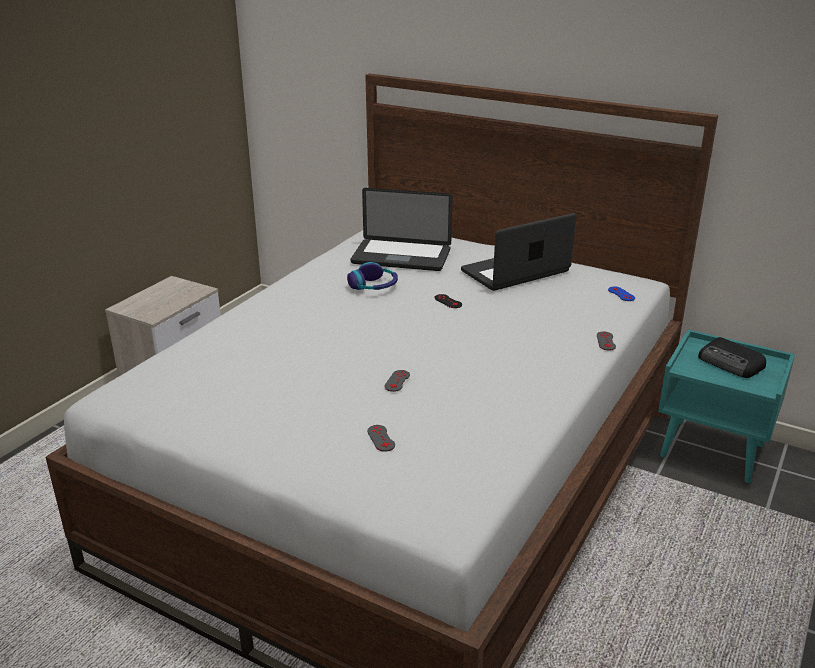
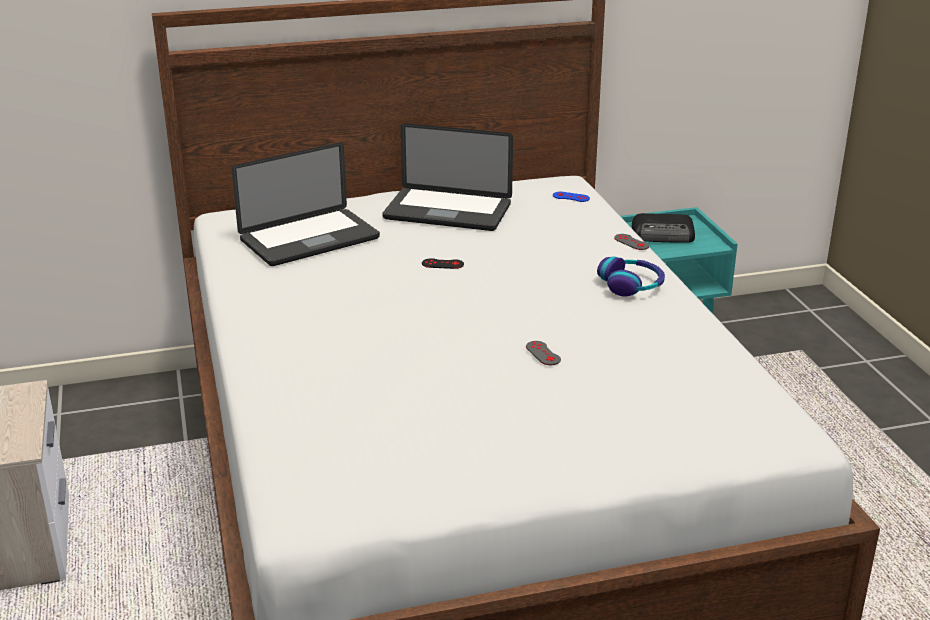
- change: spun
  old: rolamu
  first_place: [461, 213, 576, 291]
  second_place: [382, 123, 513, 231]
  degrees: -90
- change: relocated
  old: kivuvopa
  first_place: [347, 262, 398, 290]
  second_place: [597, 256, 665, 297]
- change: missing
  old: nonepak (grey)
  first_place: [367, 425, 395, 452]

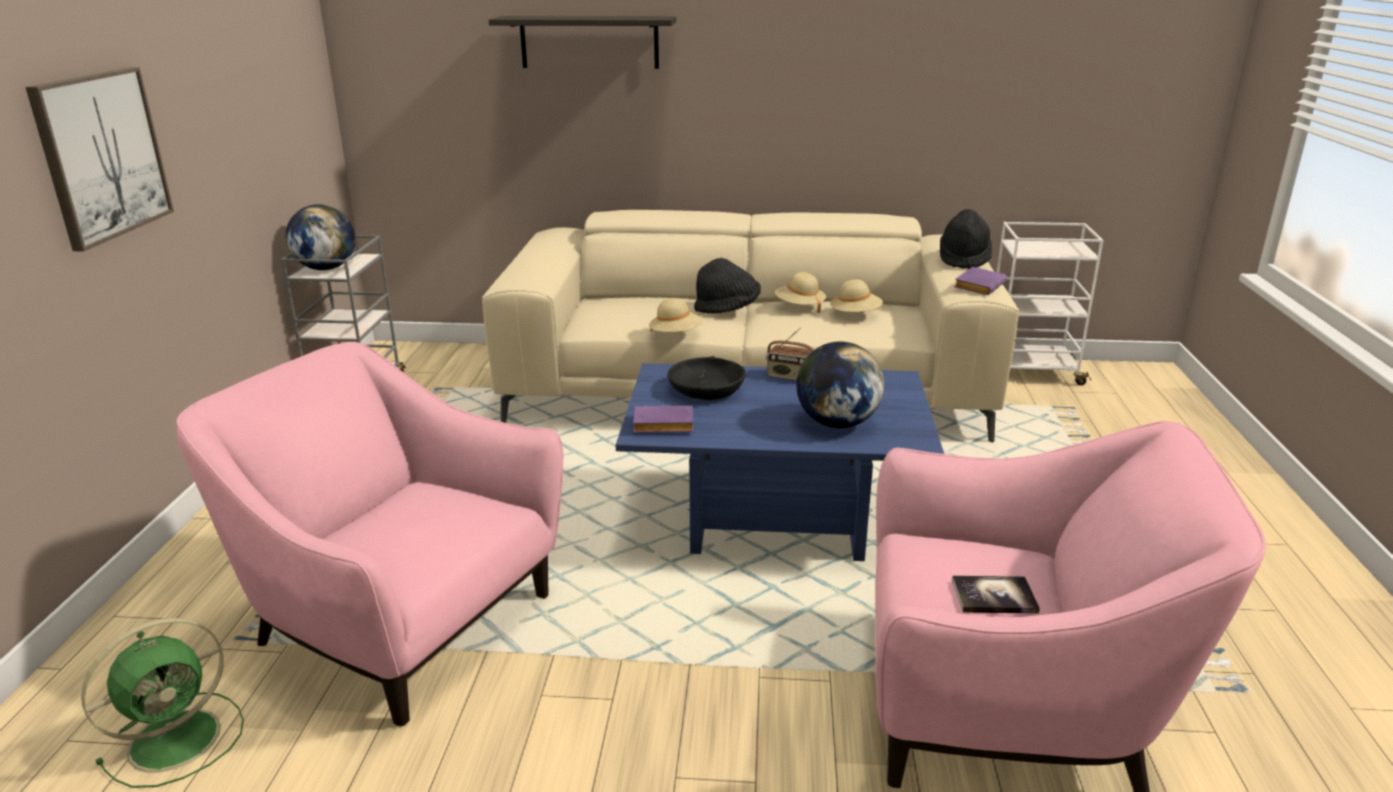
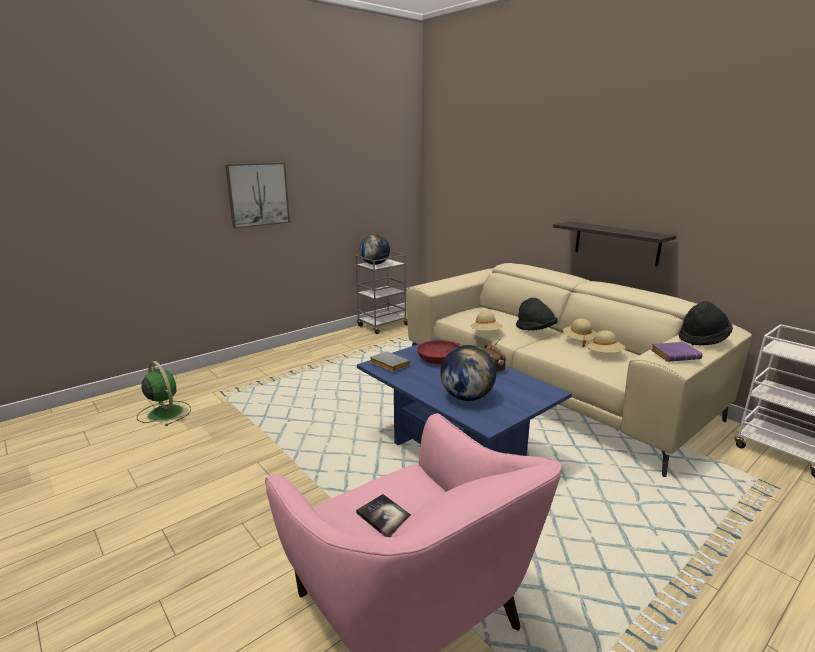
- change: relocated
  old: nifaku
  first_place: [489, 16, 677, 69]
  second_place: [553, 221, 677, 267]
- change: missing
  old: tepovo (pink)
  first_place: [176, 342, 563, 726]
- change: colour
  old: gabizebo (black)
  new: gabizebo (red)
  first_place: [668, 356, 746, 400]
  second_place: [417, 340, 460, 364]
- change: colour
  old: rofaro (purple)
  new: rofaro (grey)
  first_place: [633, 405, 693, 433]
  second_place: [370, 351, 410, 372]
- change: spun
  old: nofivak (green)
  first_place: [81, 618, 244, 788]
  second_place: [137, 361, 191, 426]
  degrees: -135

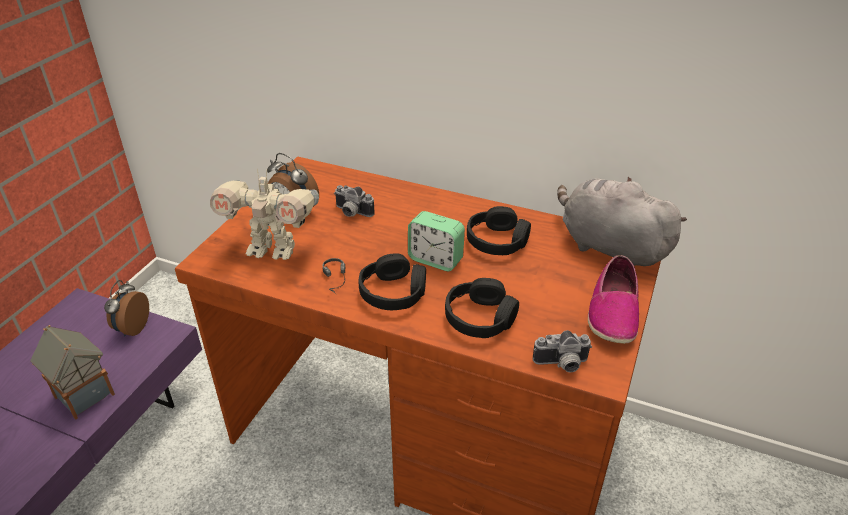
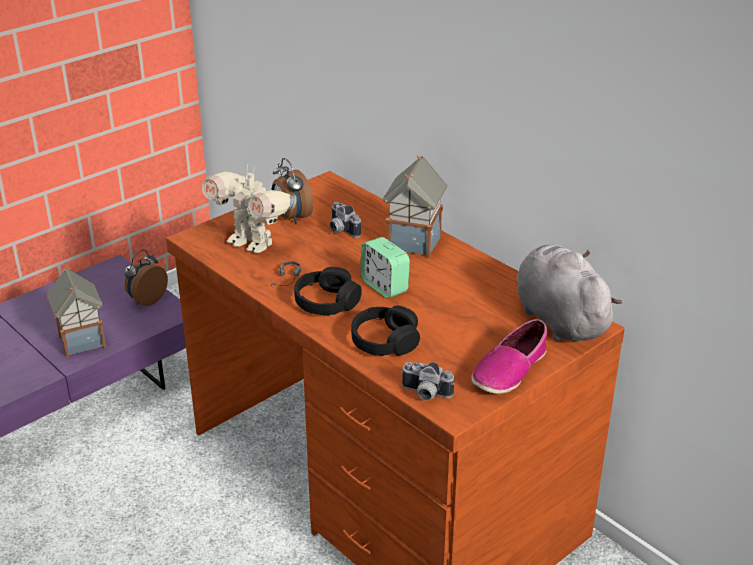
- change: missing
  old: kivuvopa (black)
  first_place: [467, 206, 531, 255]
- change: appeared
  new: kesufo
  second_place: [383, 155, 447, 258]

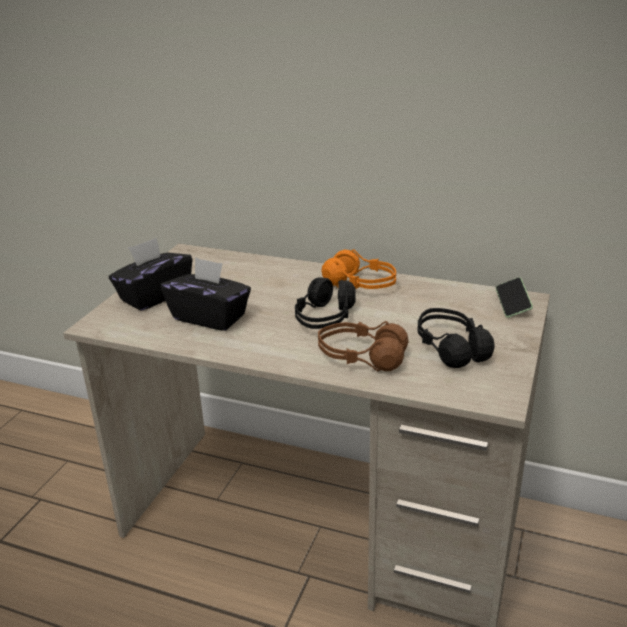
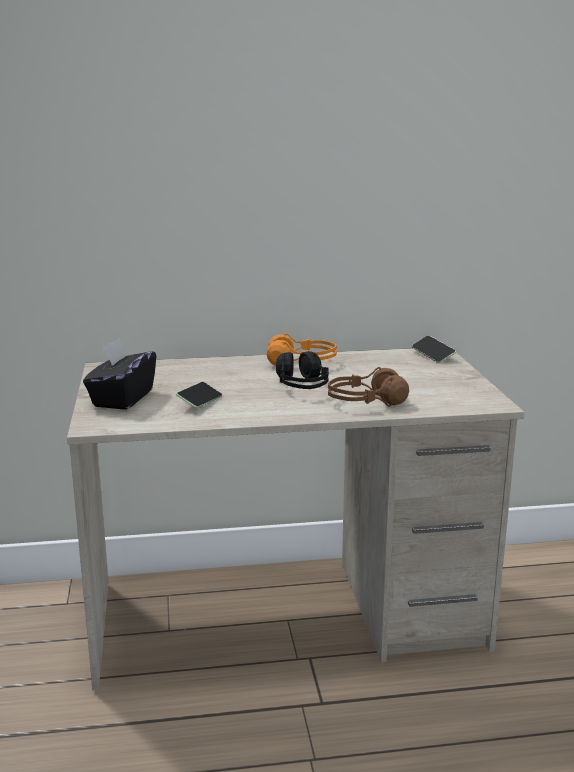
- change: exchanged
  old: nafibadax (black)
  new: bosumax
  first_place: [161, 257, 251, 331]
  second_place: [176, 382, 223, 408]
- change: missing
  old: kivuvopa (black)
  first_place: [417, 308, 494, 368]

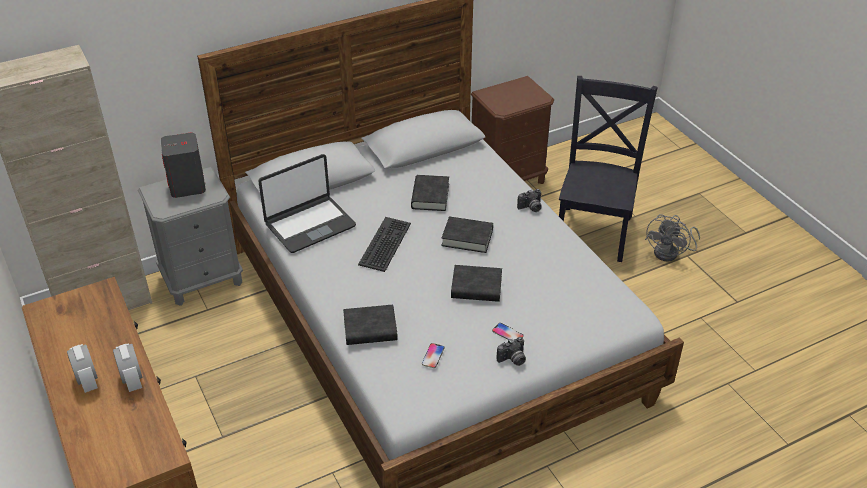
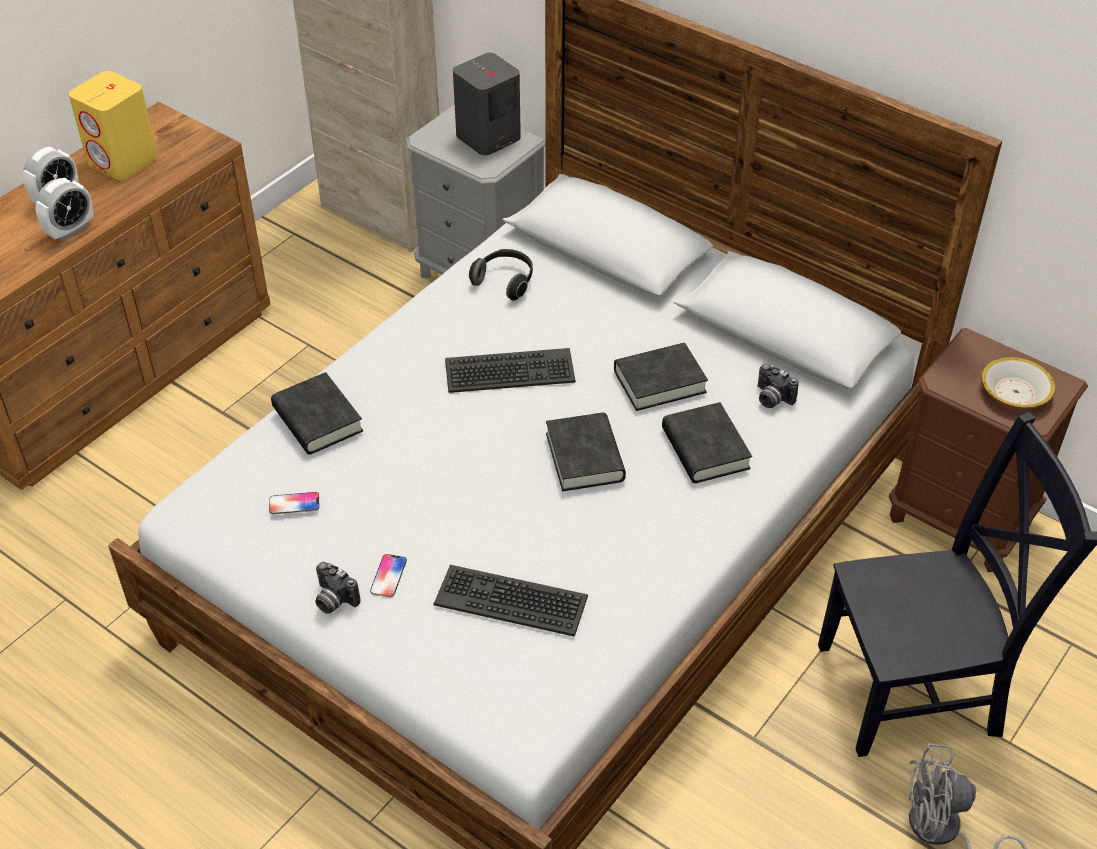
- change: exchanged
  old: rolamu
  new: kivuvopa
  first_place: [258, 154, 356, 253]
  second_place: [469, 249, 533, 301]
- change: relocated
  old: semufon
  first_place: [517, 189, 542, 212]
  second_place: [757, 364, 799, 408]
- change: relocated
  old: rofaro (black)
  first_place: [451, 265, 502, 302]
  second_place: [662, 402, 752, 483]
- change: appeared
  new: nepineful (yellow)
  second_place: [69, 71, 157, 180]
- change: appeared
  new: gabizebo
  second_place: [981, 357, 1055, 409]
- change: appeared
  new: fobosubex
  second_place: [433, 565, 588, 637]

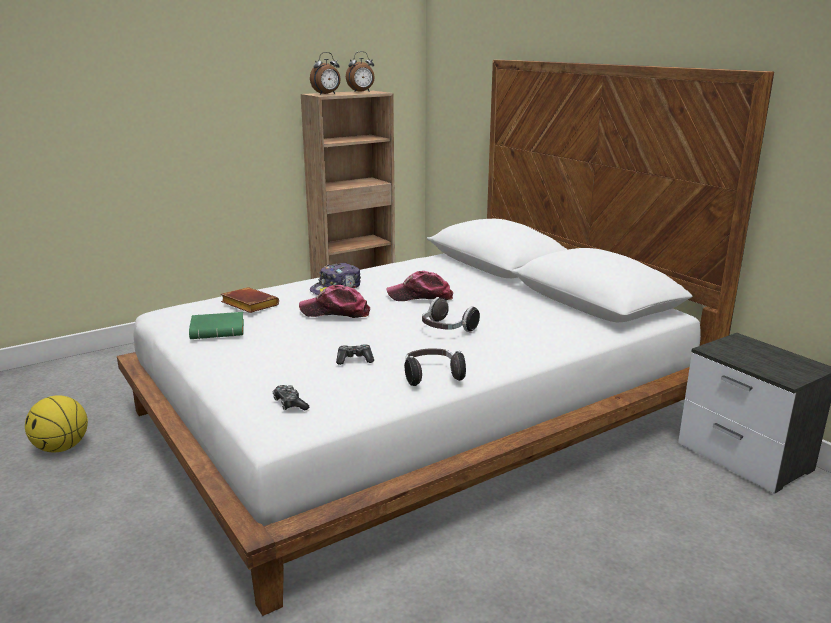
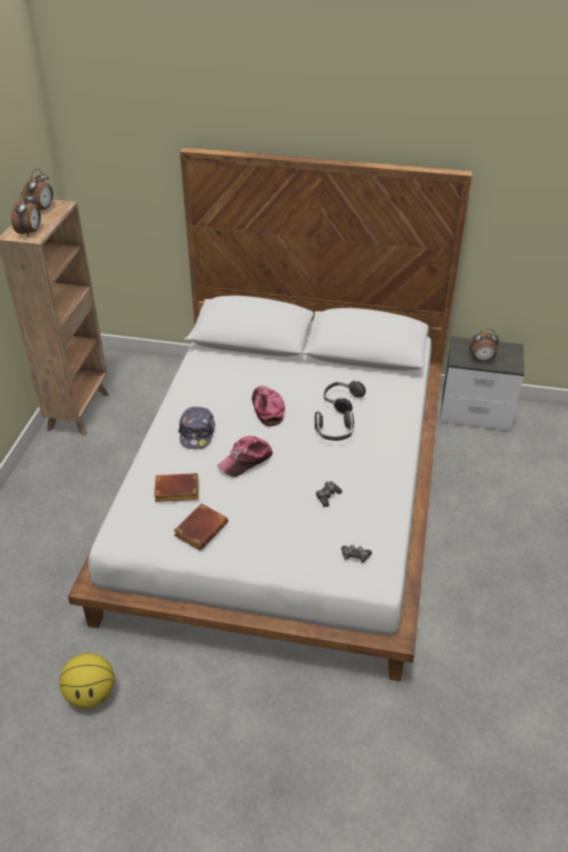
- change: spun
  old: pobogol
  first_place: [387, 271, 453, 301]
  second_place: [252, 386, 285, 427]
  degrees: 120
- change: colour
  old: rofaro (green)
  new: rofaro (brown)
  first_place: [189, 312, 244, 339]
  second_place: [174, 503, 228, 551]
- change: relocated
  old: kivuvopa
  first_place: [404, 349, 466, 386]
  second_place: [324, 380, 366, 414]
- change: appeared
  new: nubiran
  second_place: [469, 329, 499, 362]

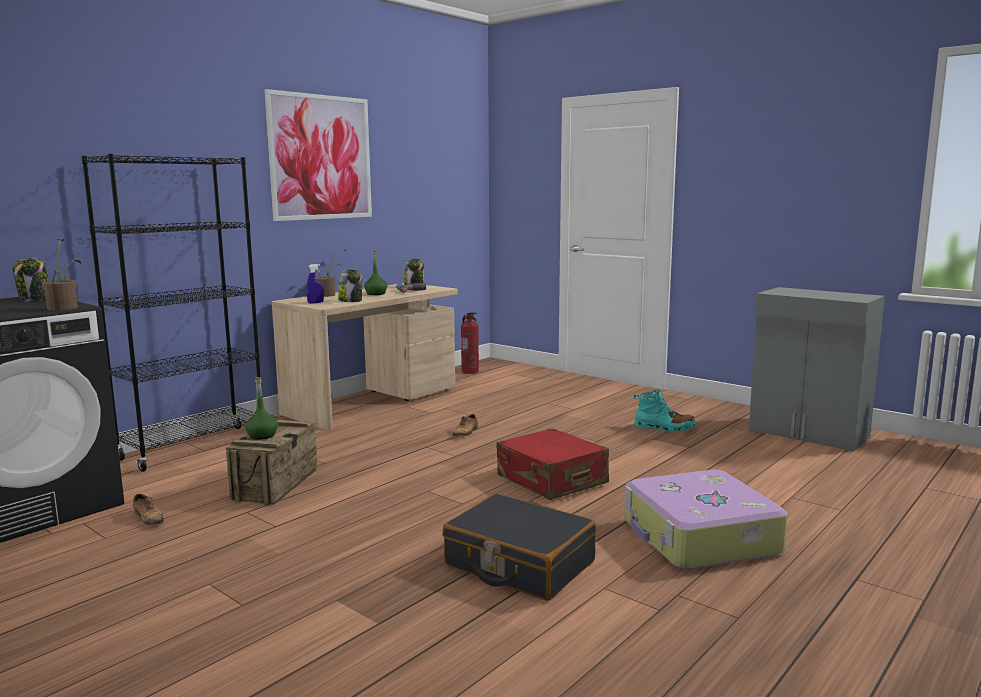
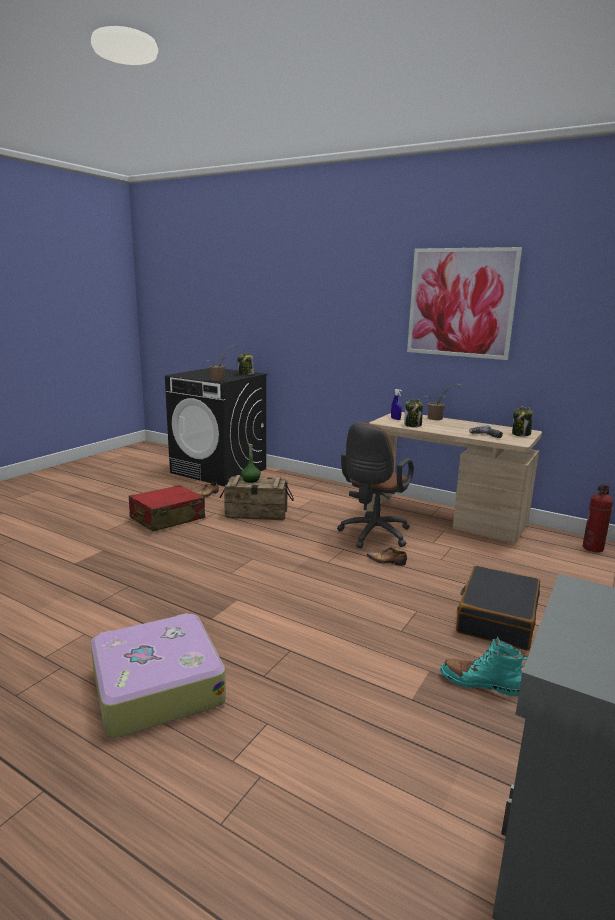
- change: missing
  old: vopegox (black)
  first_place: [81, 154, 262, 472]
- change: missing
  old: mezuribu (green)
  first_place: [364, 250, 387, 295]
- change: spun
  old: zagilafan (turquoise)
  first_place: [634, 388, 697, 432]
  second_place: [440, 636, 529, 696]
  degrees: 105
- change: relocated
  old: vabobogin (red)
  first_place: [497, 428, 609, 500]
  second_place: [129, 485, 205, 532]
- change: relocated
  old: vabobogin (black)
  first_place: [442, 493, 596, 601]
  second_place: [456, 566, 540, 651]
- change: appeared
  new: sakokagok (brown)
  second_place: [337, 422, 414, 548]

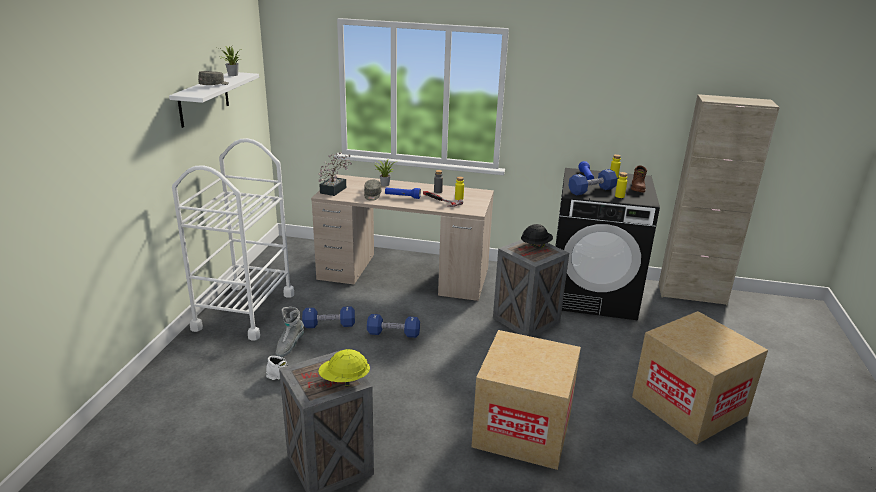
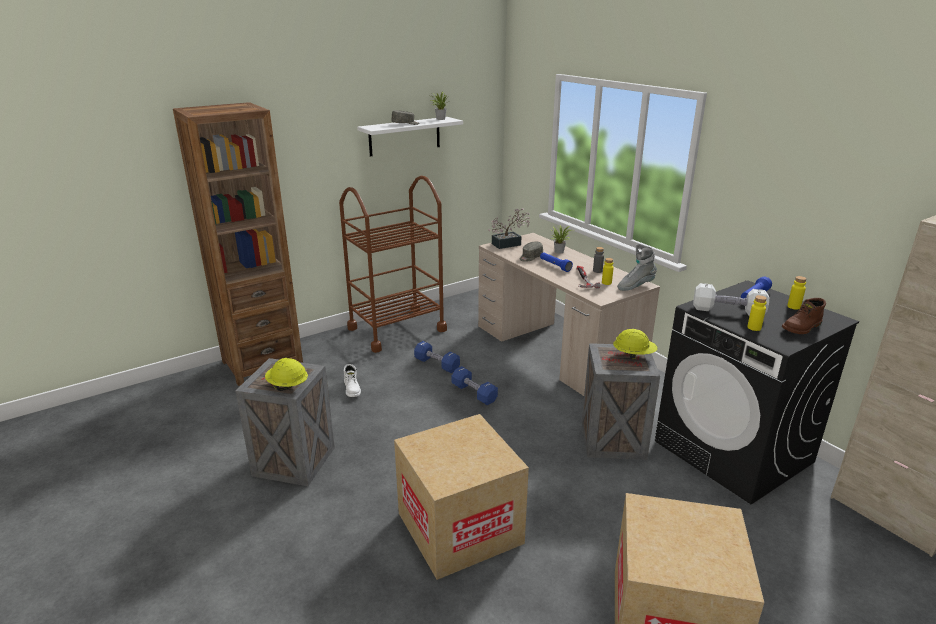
- change: colour
  old: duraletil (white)
  new: duraletil (brown)
  first_place: [172, 138, 294, 340]
  second_place: [339, 176, 447, 353]
- change: colour
  old: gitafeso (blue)
  new: gitafeso (white)
  first_place: [568, 169, 618, 196]
  second_place: [693, 283, 769, 316]
- change: colour
  old: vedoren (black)
  new: vedoren (yellow)
  first_place: [521, 224, 553, 249]
  second_place: [613, 329, 657, 359]
- change: relocated
  old: zagilafan (grey)
  first_place: [275, 307, 304, 357]
  second_place: [617, 244, 657, 291]
- change: appeared
  new: vopegox (brown)
  second_place: [173, 102, 303, 386]

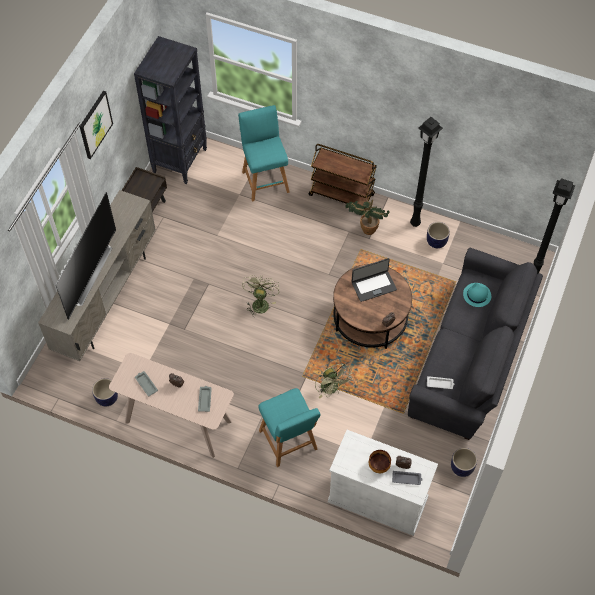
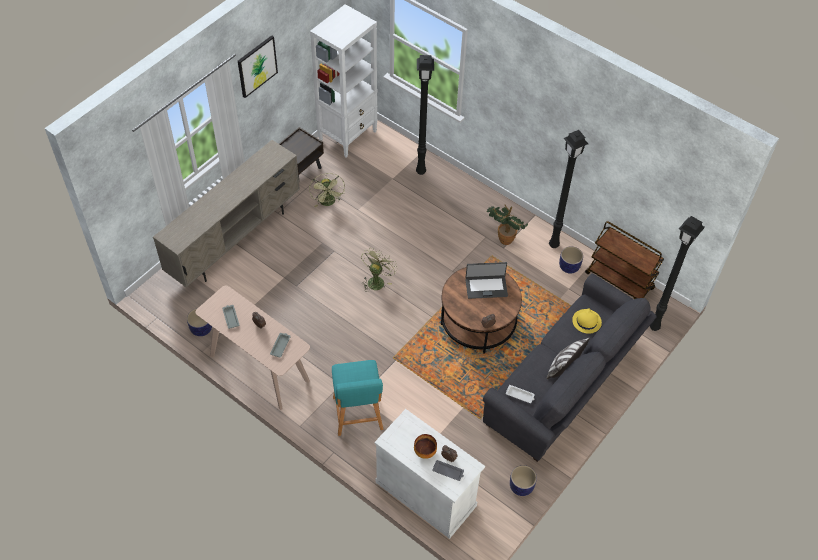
- change: colour
  old: vopegox (black)
  new: vopegox (white)
  first_place: [134, 36, 207, 184]
  second_place: [310, 4, 378, 158]
- change: exchanged
  old: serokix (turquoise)
  new: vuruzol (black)
  first_place: [238, 105, 290, 201]
  second_place: [416, 55, 434, 175]
- change: relocated
  old: duraletil (brown)
  first_place: [308, 144, 377, 209]
  second_place: [585, 221, 664, 299]
- change: missing
  old: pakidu
  first_place: [56, 192, 116, 320]
- change: colour
  old: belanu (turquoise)
  new: belanu (yellow)
  first_place: [463, 283, 491, 307]
  second_place: [572, 308, 602, 334]
- change: relocated
  old: nofivak (green)
  first_place: [315, 364, 353, 398]
  second_place: [309, 173, 345, 207]
- change: appeared
  new: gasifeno
  second_place: [547, 338, 590, 379]

